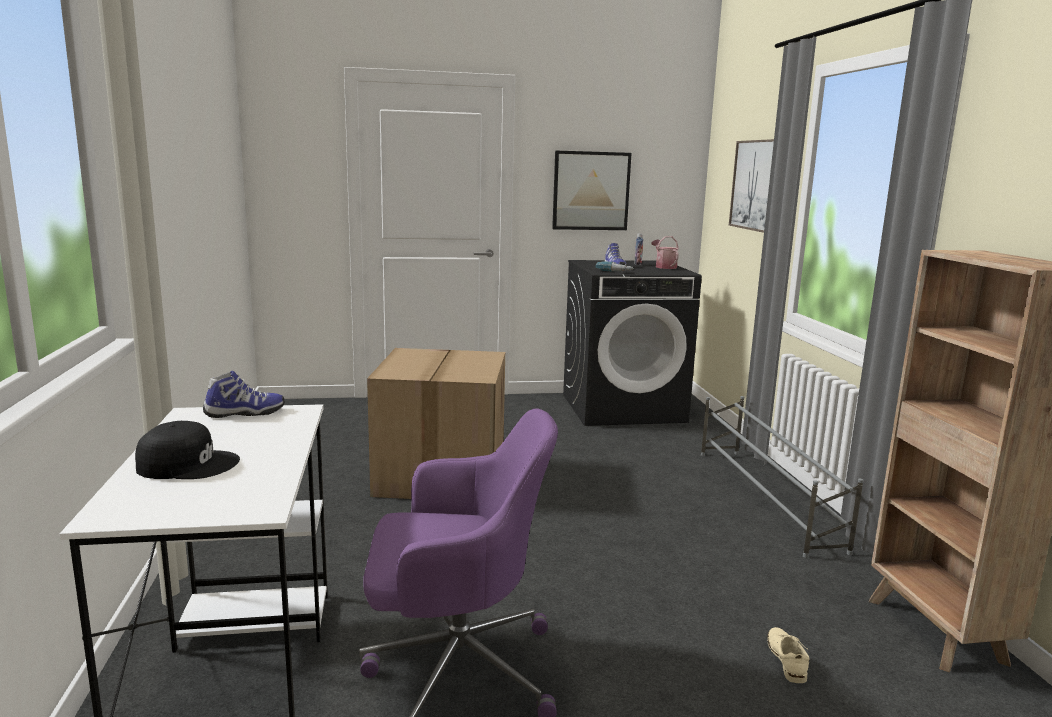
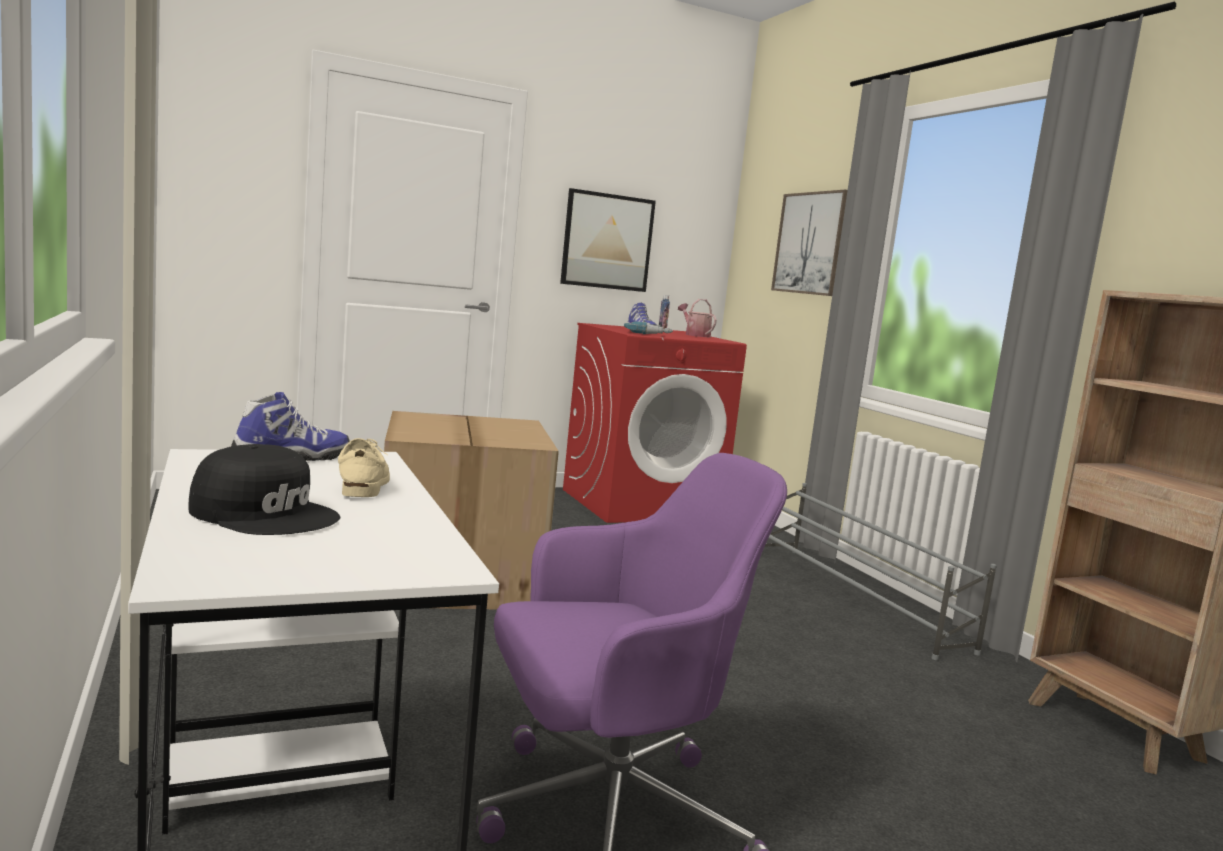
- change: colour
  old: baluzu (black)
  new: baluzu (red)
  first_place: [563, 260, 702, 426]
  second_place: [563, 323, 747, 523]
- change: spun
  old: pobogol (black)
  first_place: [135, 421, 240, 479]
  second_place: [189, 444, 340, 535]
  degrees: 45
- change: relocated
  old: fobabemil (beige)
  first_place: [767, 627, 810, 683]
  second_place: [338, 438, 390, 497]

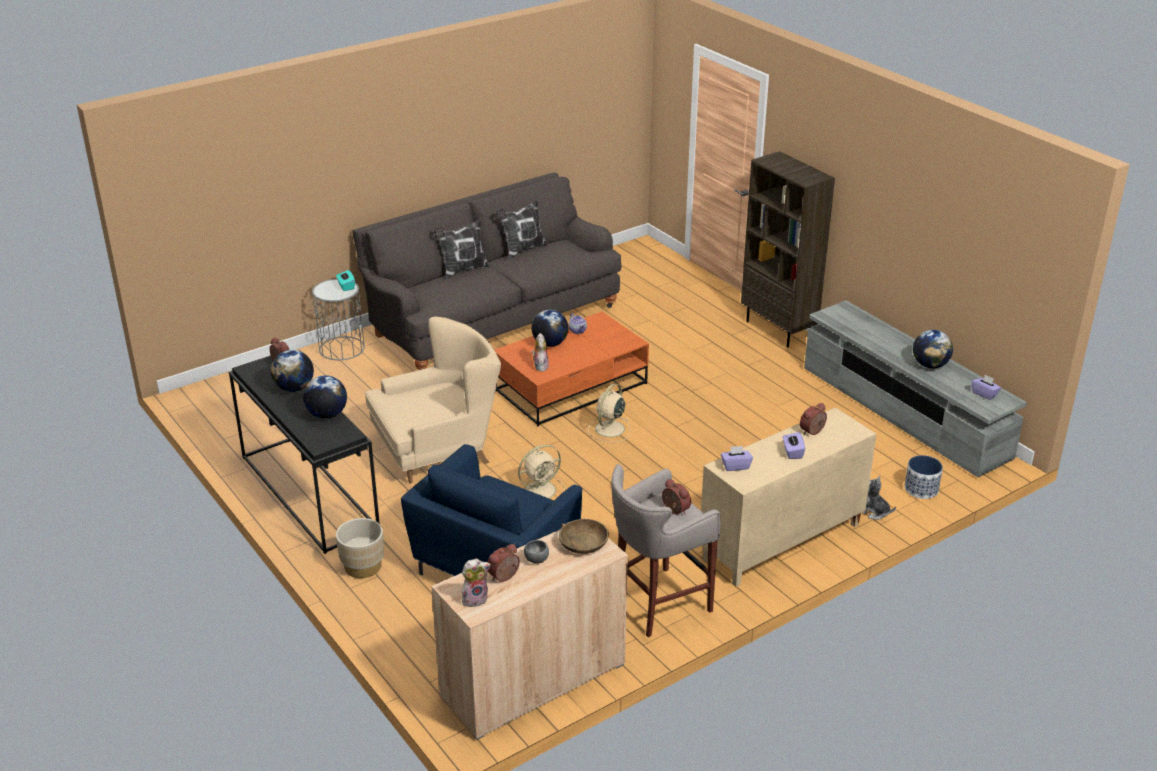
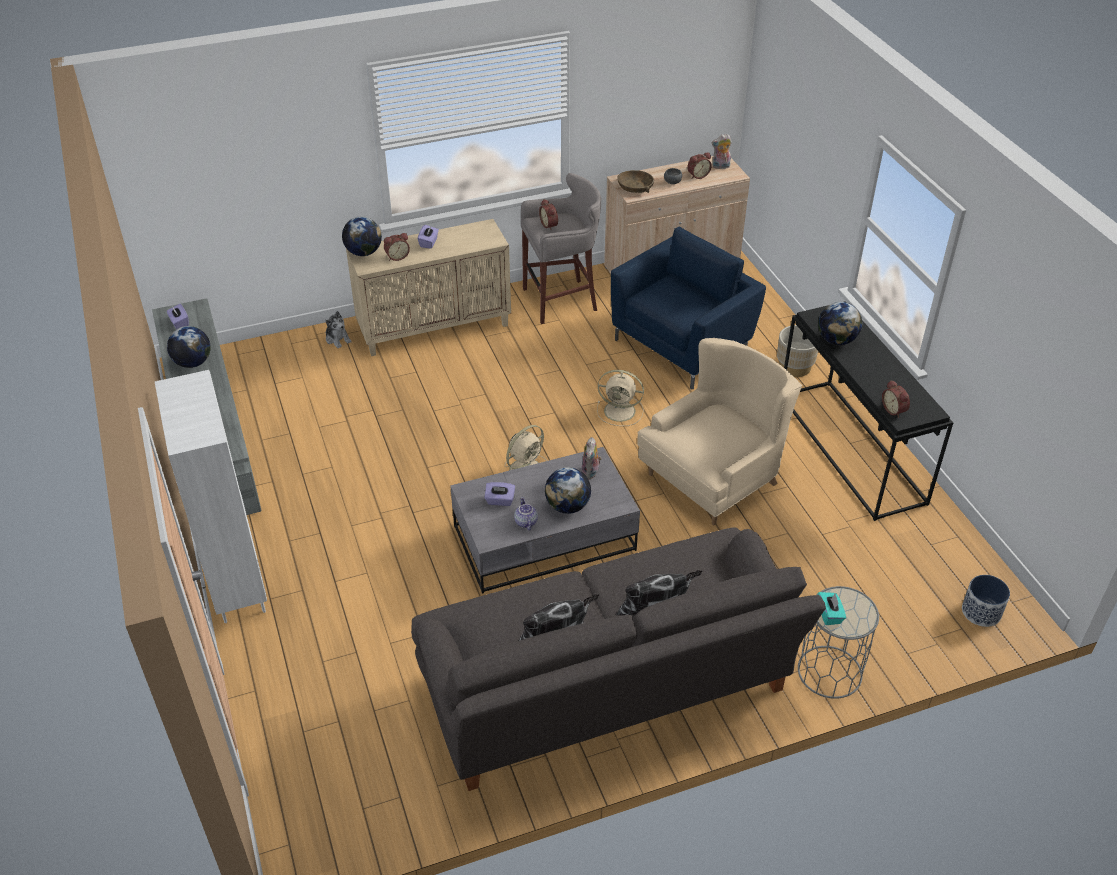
- change: colour
  old: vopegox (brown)
  new: vopegox (white)
  first_place: [741, 151, 835, 347]
  second_place: [155, 370, 267, 623]
- change: colour
  old: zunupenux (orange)
  new: zunupenux (grey)
  first_place: [494, 311, 649, 426]
  second_place: [450, 447, 640, 594]
- change: spun
  old: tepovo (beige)
  first_place: [365, 317, 501, 484]
  second_place: [637, 338, 802, 525]
  degrees: 150
- change: relocated
  old: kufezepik
  first_place: [271, 350, 314, 392]
  second_place: [342, 217, 382, 256]
- change: spun
  old: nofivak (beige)
  first_place: [518, 445, 564, 498]
  second_place: [597, 370, 644, 426]
  degrees: -150
- change: relocated
  old: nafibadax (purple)
  first_place: [721, 446, 753, 471]
  second_place: [484, 482, 515, 506]
- change: relocated
  old: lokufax
  first_place: [904, 455, 943, 499]
  second_place: [962, 575, 1010, 627]

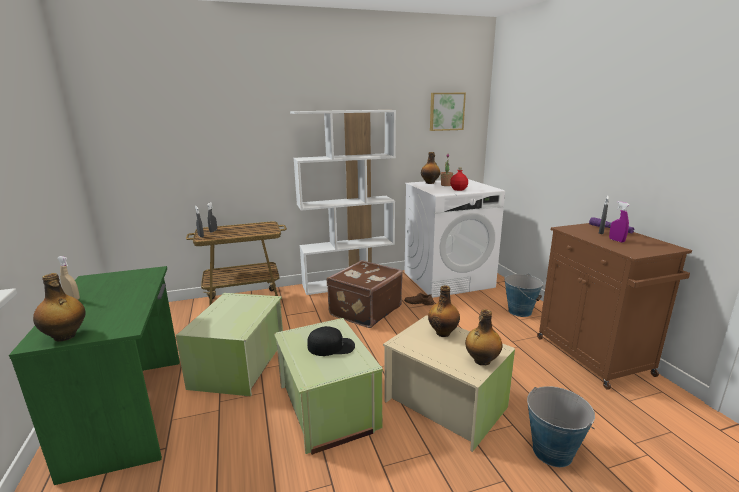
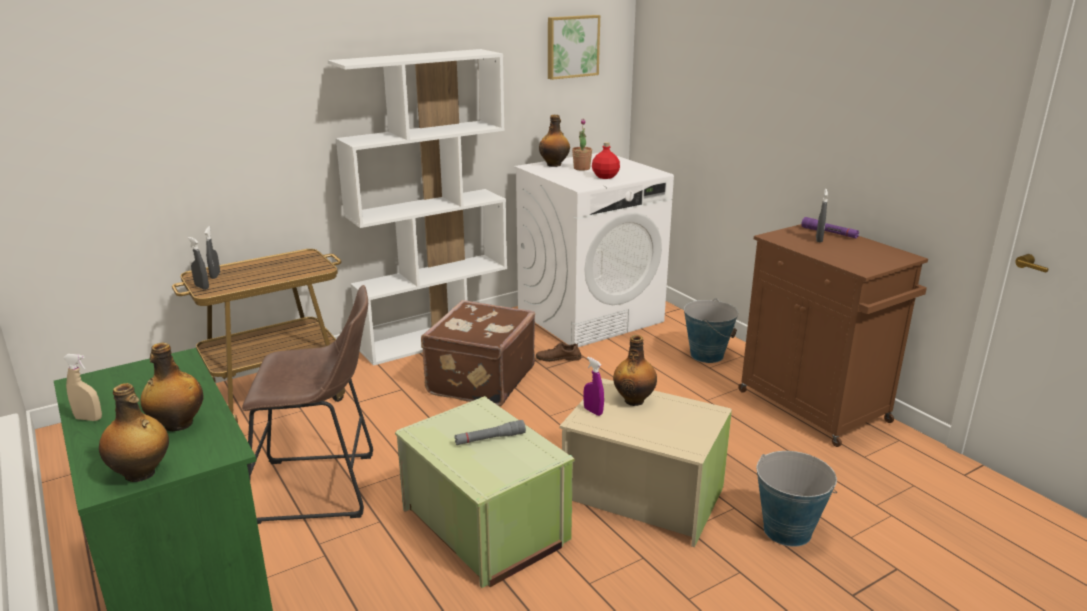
- change: relocated
  old: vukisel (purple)
  first_place: [609, 201, 630, 243]
  second_place: [583, 357, 604, 416]
- change: exchanged
  old: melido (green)
  new: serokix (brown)
  first_place: [176, 293, 283, 396]
  second_place: [242, 285, 373, 524]
- change: relocated
  old: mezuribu
  first_place: [465, 309, 503, 365]
  second_place: [140, 343, 203, 431]
- change: exchanged
  old: pobogol (black)
  new: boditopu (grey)
  first_place: [307, 326, 355, 356]
  second_place: [454, 420, 526, 445]

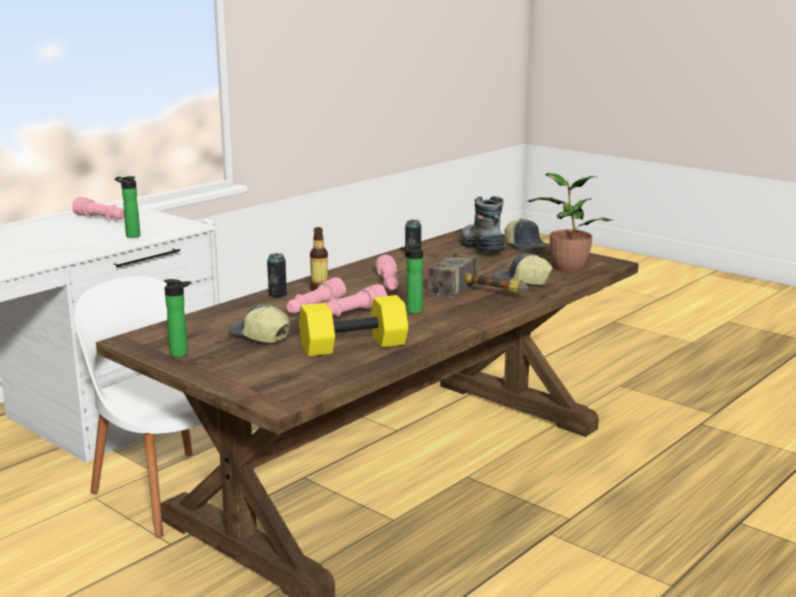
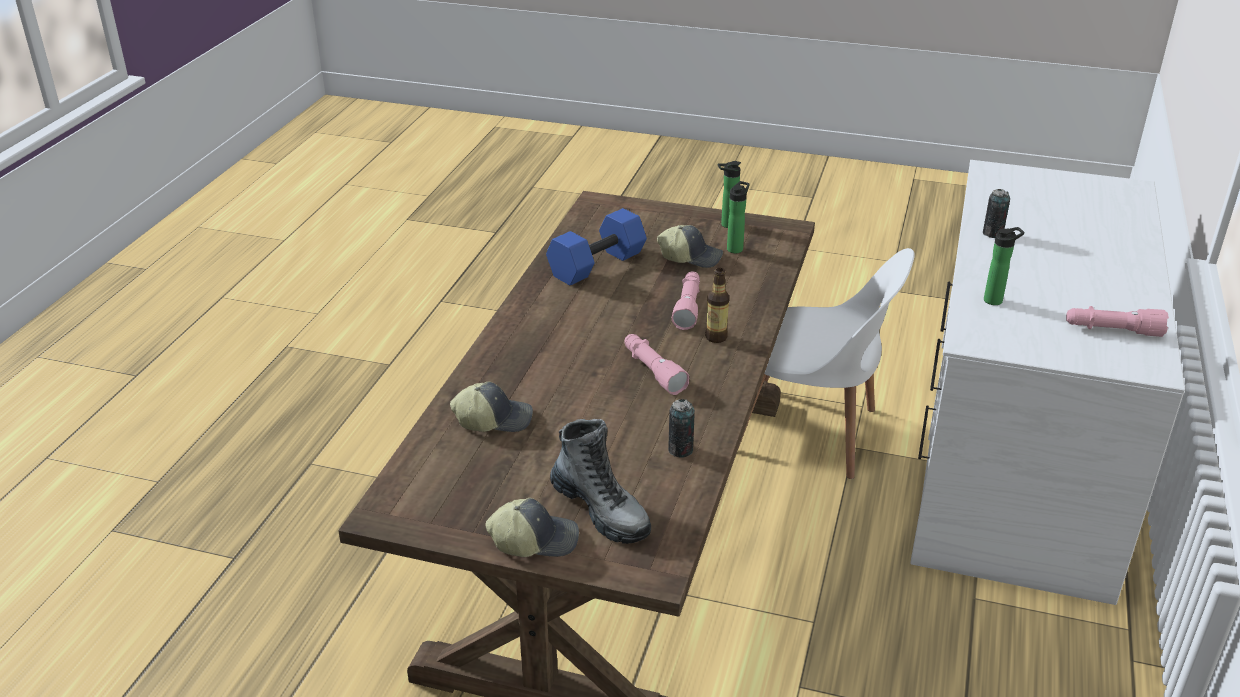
- change: missing
  old: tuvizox
  first_place: [528, 173, 613, 272]
- change: spun
  old: pobogol
  first_place: [505, 218, 547, 251]
  second_place: [485, 498, 579, 557]
  degrees: 135
- change: relocated
  old: mezuribu
  first_place: [400, 243, 423, 314]
  second_place: [727, 181, 749, 253]
- change: relocated
  old: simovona
  first_place: [267, 253, 287, 297]
  second_place: [983, 189, 1010, 238]
- change: missing
  old: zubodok
  first_place: [429, 253, 528, 298]
- change: missing
  old: boditopu (pink)
  first_place: [325, 284, 388, 316]
- change: colour
  old: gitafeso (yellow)
  new: gitafeso (blue)
  first_place: [299, 295, 408, 357]
  second_place: [546, 208, 647, 285]

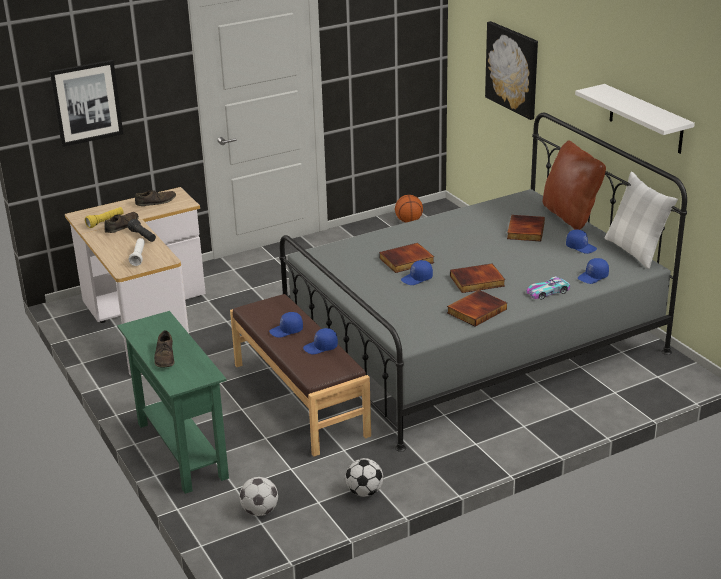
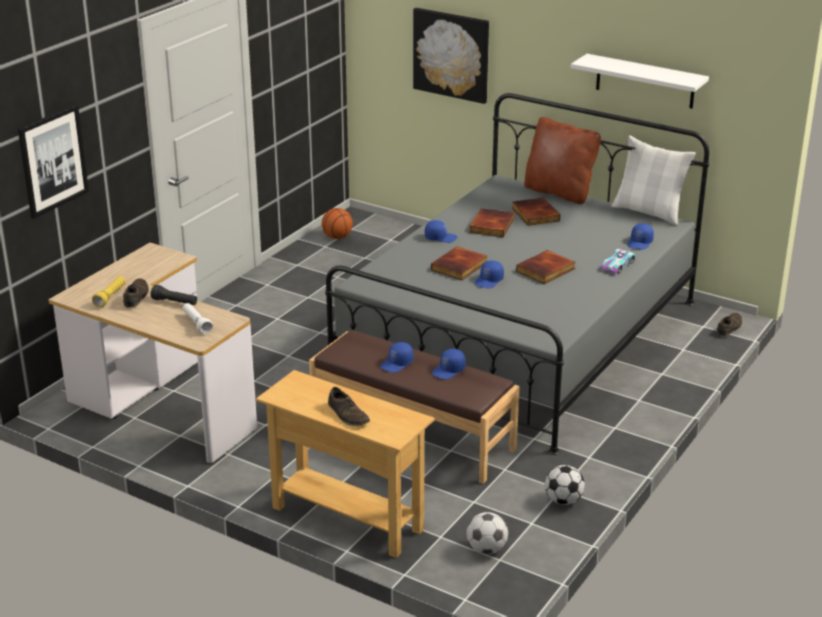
- change: relocated
  old: fobabemil (brown)
  first_place: [135, 190, 176, 206]
  second_place: [717, 313, 742, 336]
- change: relocated
  old: pobogol (blue)
  first_place: [566, 229, 597, 254]
  second_place: [425, 220, 458, 243]
- change: relocated
  old: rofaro
  first_place: [447, 290, 507, 327]
  second_place: [469, 208, 515, 237]
- change: colour
  old: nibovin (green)
  new: nibovin (beige)
  first_place: [117, 311, 229, 494]
  second_place: [256, 370, 435, 558]

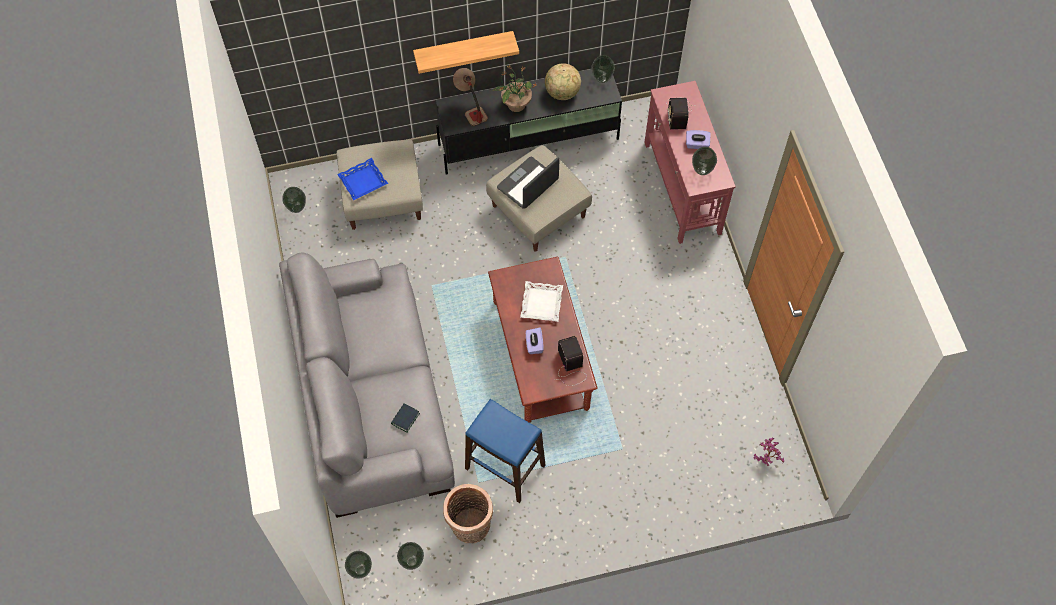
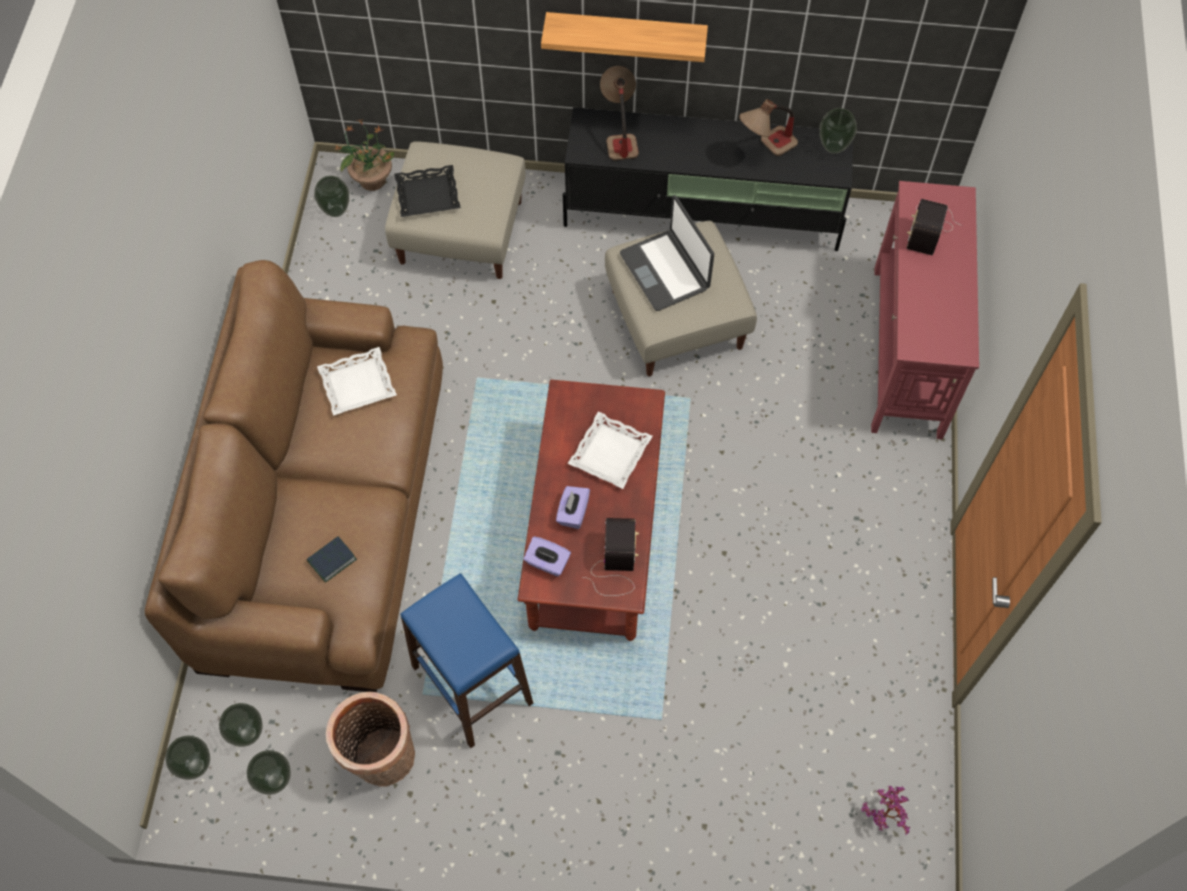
- change: exchanged
  old: kufezepik
  new: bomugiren
  first_place: [545, 63, 581, 100]
  second_place: [739, 99, 798, 156]
- change: relocated
  old: tuvizox
  first_place: [493, 64, 538, 112]
  second_place: [334, 118, 394, 191]
- change: relocated
  old: nafibadax (purple)
  first_place: [686, 130, 711, 149]
  second_place: [524, 536, 571, 577]
- change: relocated
  old: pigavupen
  first_place: [692, 147, 717, 175]
  second_place: [219, 703, 263, 747]
- change: spun
  old: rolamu
  first_place: [497, 157, 560, 209]
  second_place: [620, 195, 714, 311]
  degrees: -90
- change: colour
  old: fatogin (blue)
  new: fatogin (black)
  first_place: [337, 158, 388, 200]
  second_place: [394, 165, 461, 217]
- change: colour
  old: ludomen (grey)
  new: ludomen (brown)
  first_place: [279, 252, 455, 518]
  second_place: [145, 260, 443, 692]
- change: appeared
  new: fatogin (white)
  second_place: [317, 347, 397, 416]

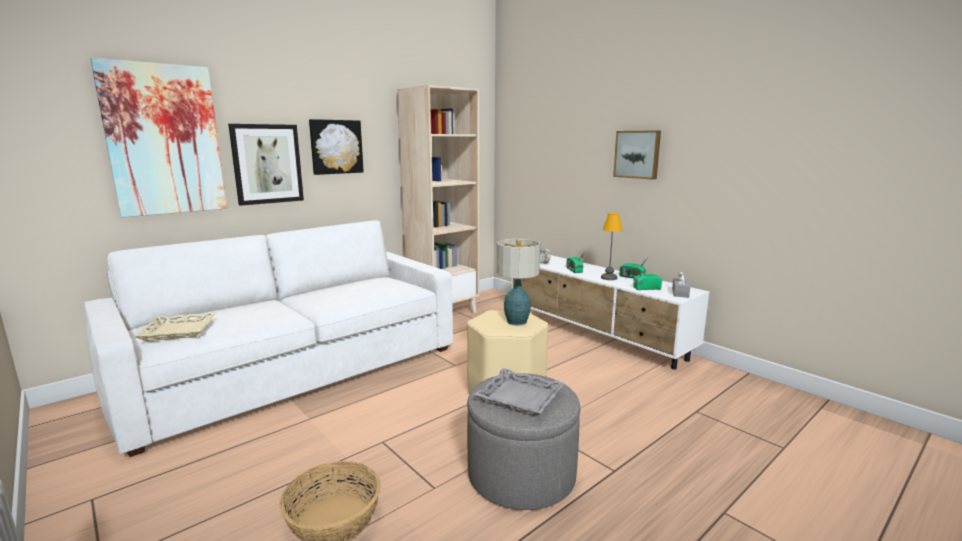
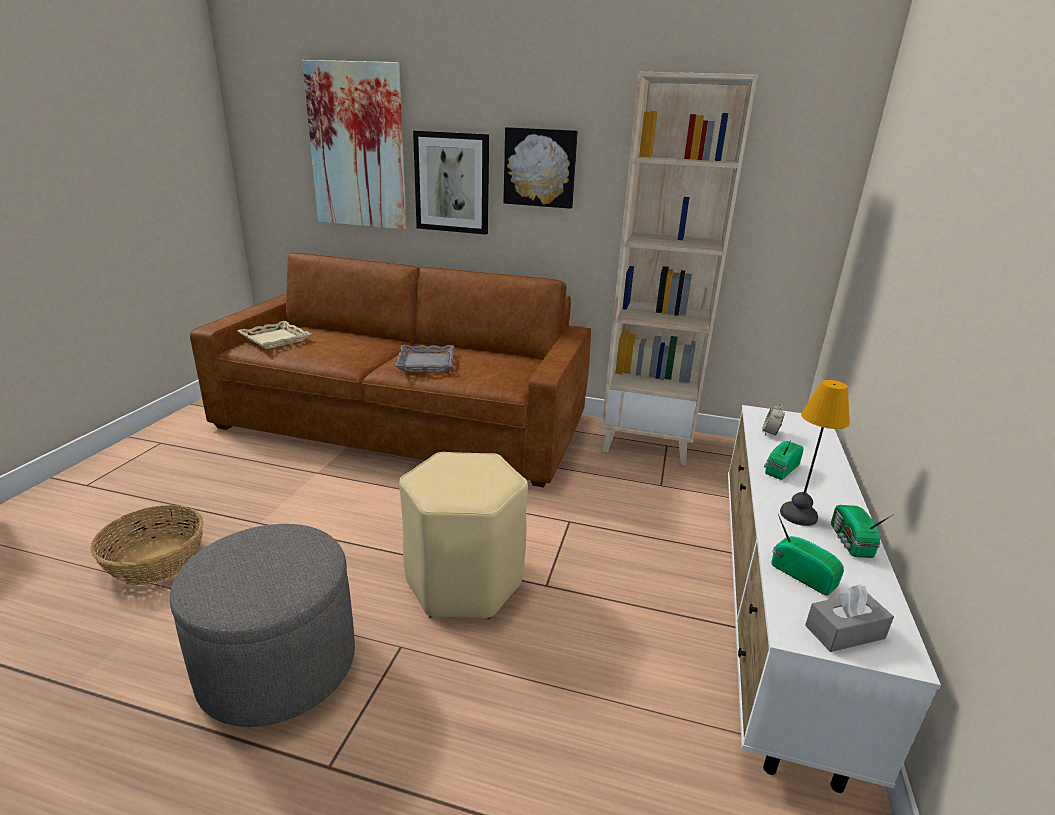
- change: missing
  old: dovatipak
  first_place: [613, 130, 661, 180]
- change: colour
  old: ludomen (white)
  new: ludomen (brown)
  first_place: [84, 220, 453, 457]
  second_place: [190, 253, 591, 488]
- change: missing
  old: bomugiren
  first_place: [497, 239, 540, 325]
- change: relocated
  old: fatogin (grey)
  first_place: [474, 368, 565, 416]
  second_place: [395, 345, 454, 371]

